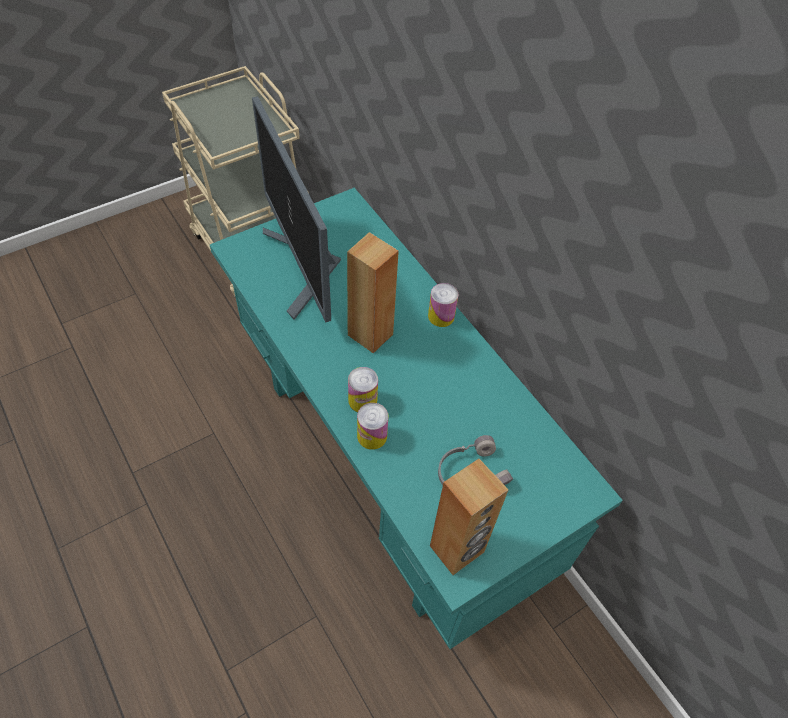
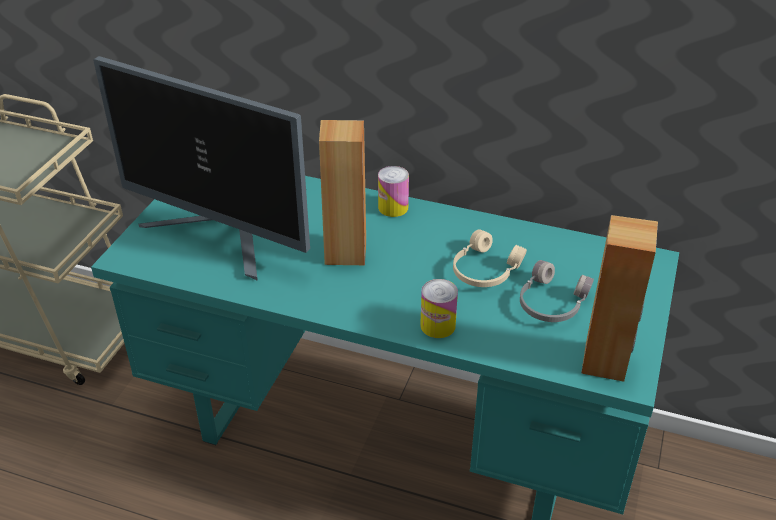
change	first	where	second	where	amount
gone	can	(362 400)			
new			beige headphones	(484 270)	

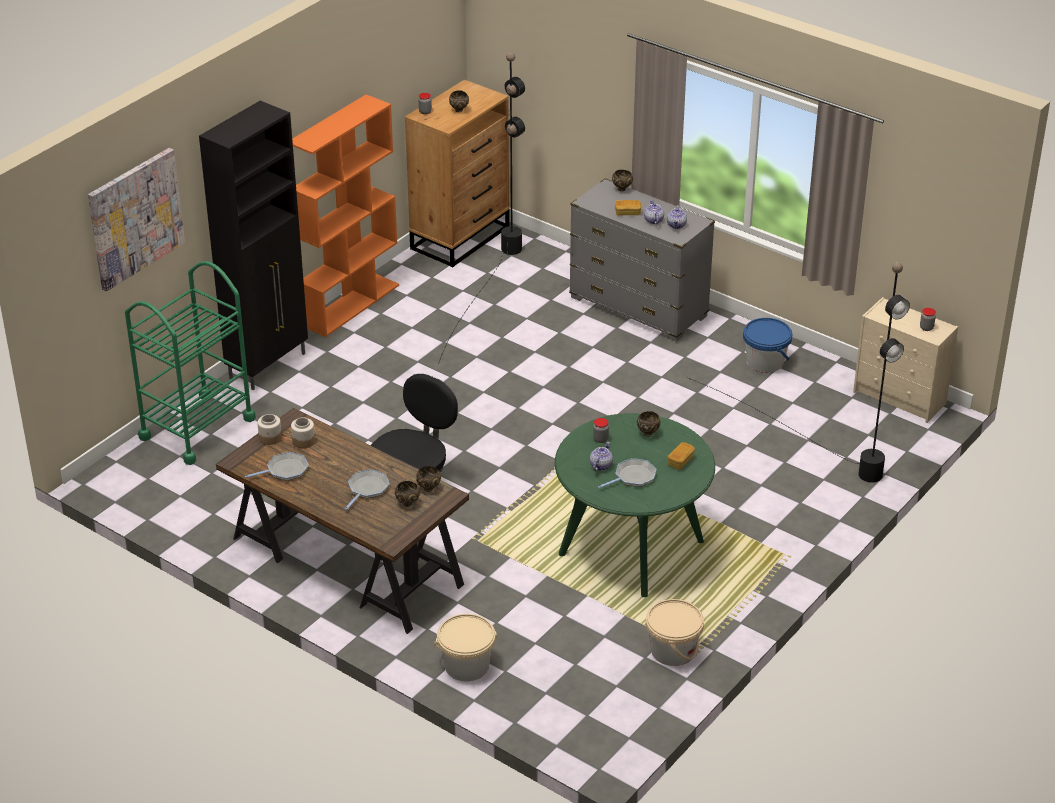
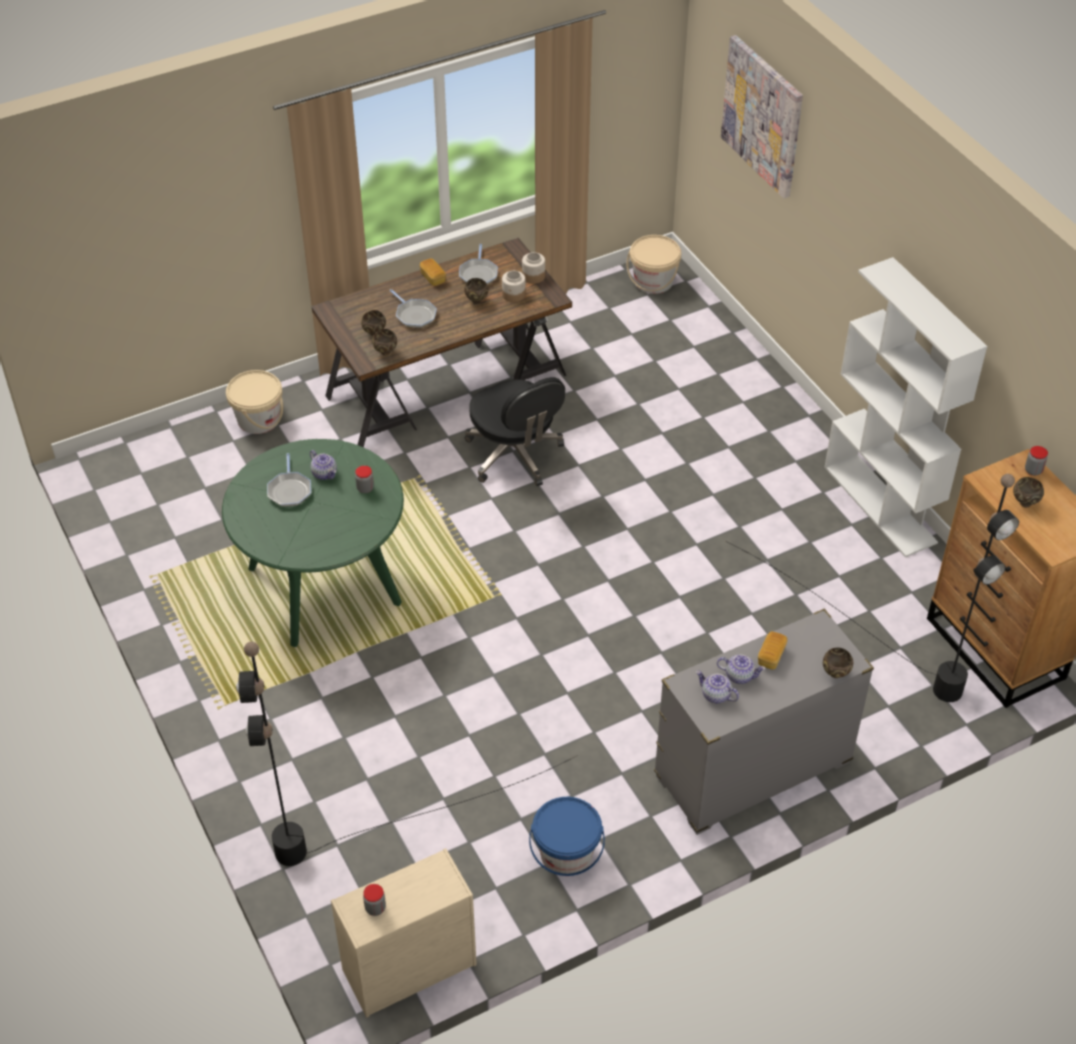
change	first	where	second	where	amount
gone	green cart	(197 428)			
gone	black cabinet	(269 365)			
repainted	orange bookcase	(351 305)	white bookcase	(881 504)	
shifted	brown bowl	(648 433)		(477 301)	
shifted	beige bucket	(673 650)		(653 281)	
shifted	bread	(680 461)		(433 278)	

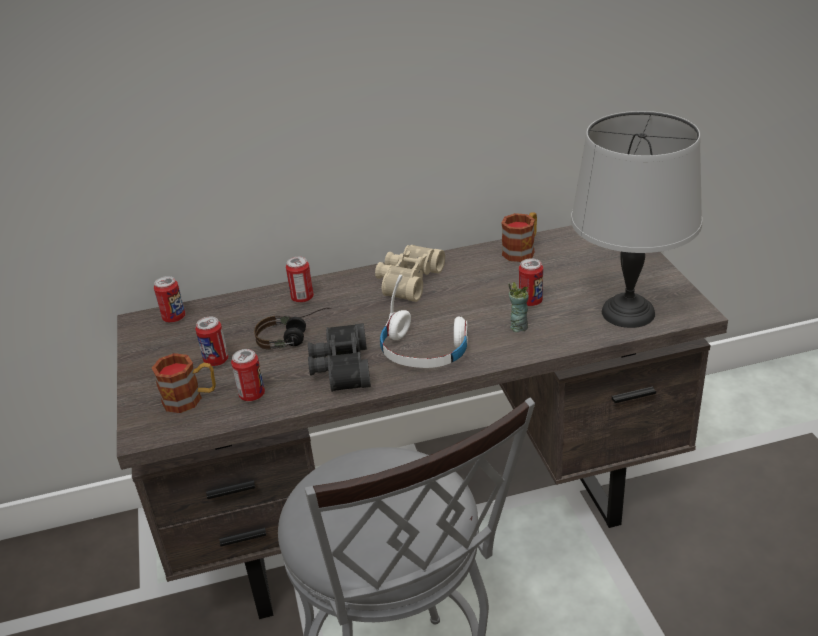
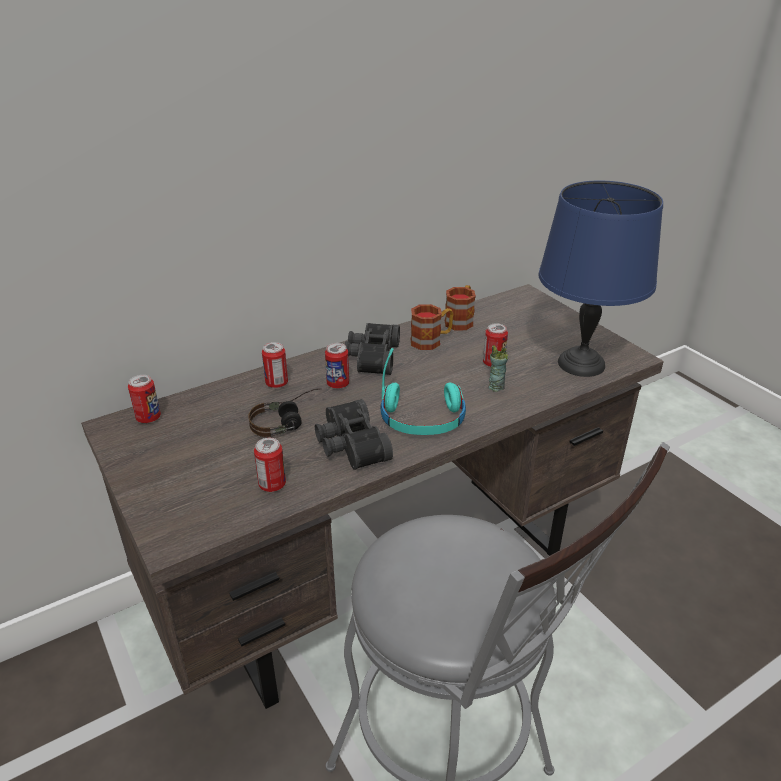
change	first	where	second	where	amount
shifted	mug	(190 399)		(431 340)	
shifted	can	(216 361)		(338 384)	
repainted	beige binoculars	(407 281)	black binoculars	(371 357)	
repainted	white headphones	(424 351)	turquoise headphones	(422 418)	
repainted	grey table lamp	(626 312)	blue table lamp	(580 363)	

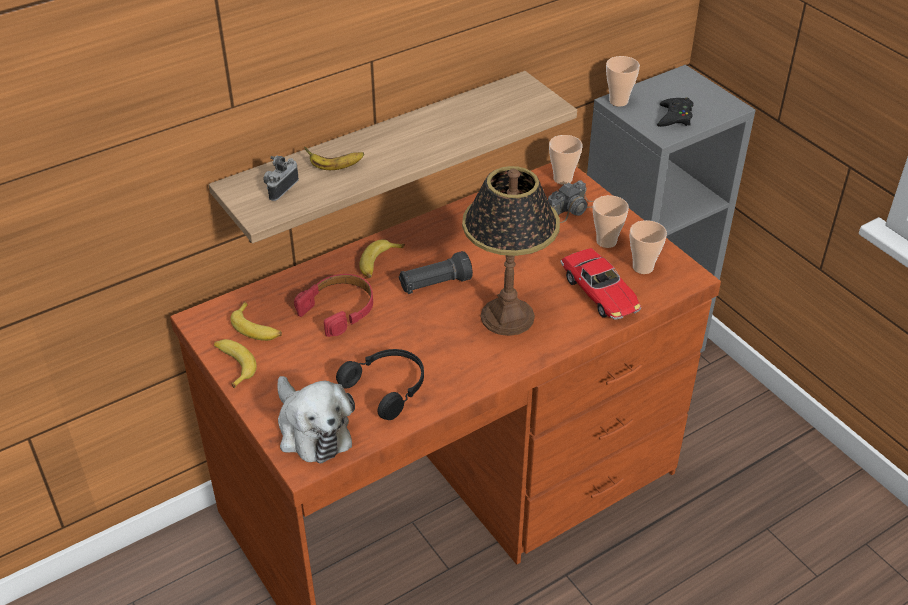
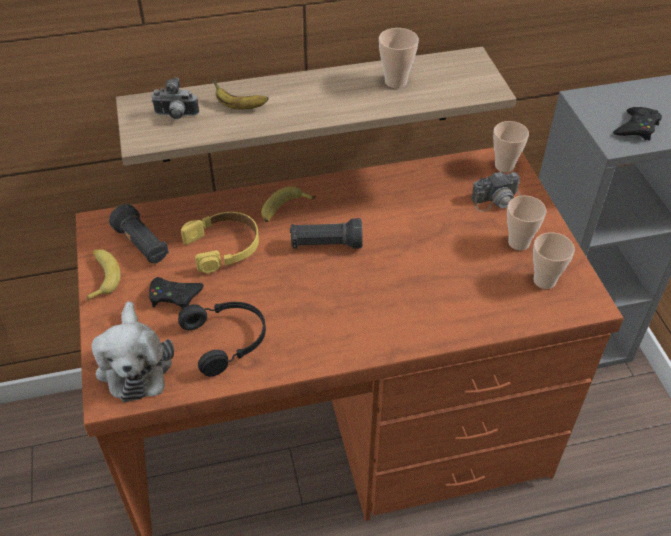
change	first	where	second	where	amount
swapped	banana	(257 328)	black flashlight	(142 245)	
rotated	photo camera	(280 188)		(176 116)	135 degrees counterclockwise
repainted	red headphones	(339 309)	yellow headphones	(224 246)	
gone	table lamp	(506 316)			
gone	toy car	(600 293)			
shifted	cup	(618 101)		(395 82)	
new			black game controller	(174 296)	

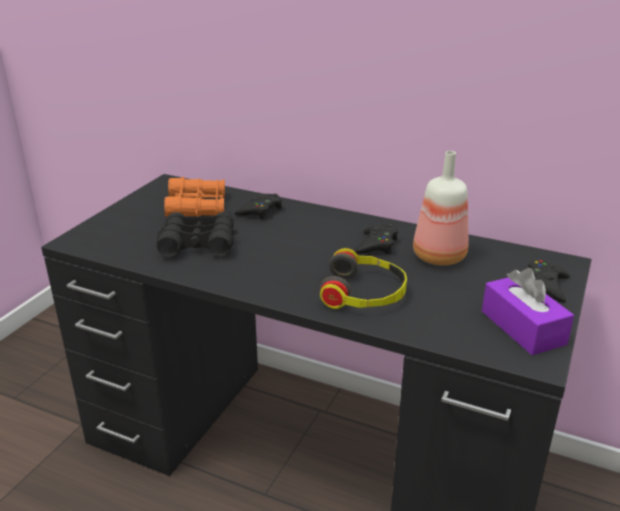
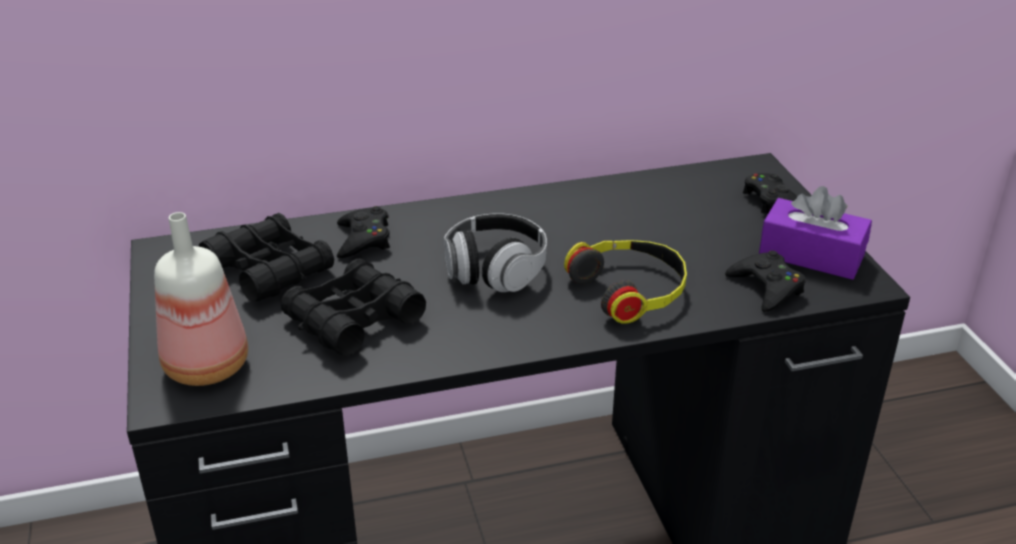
change	first	where	second	where	amount
repainted	orange binoculars	(197 207)	black binoculars	(269 269)	
shifted	black game controller	(376 245)		(767 287)	
shifted	bottle	(440 257)		(209 367)	
new			headphones	(495 270)	

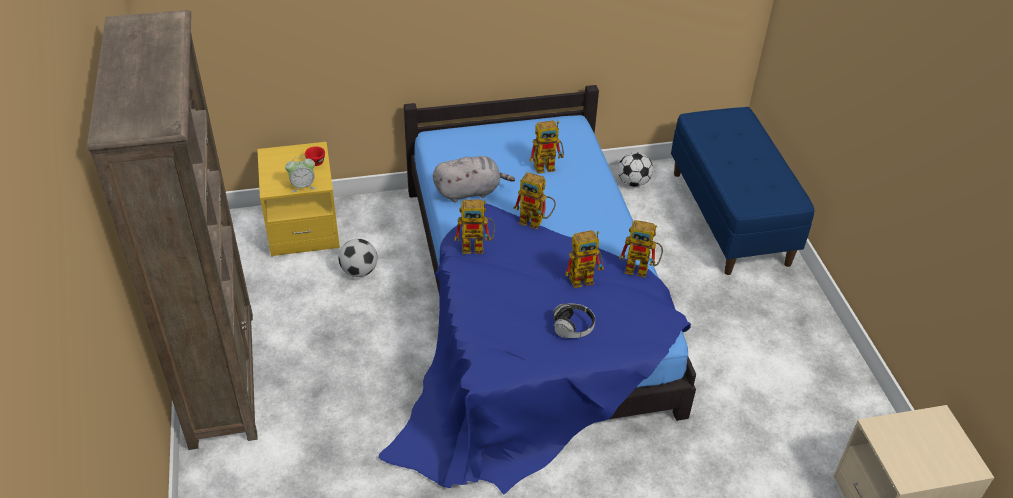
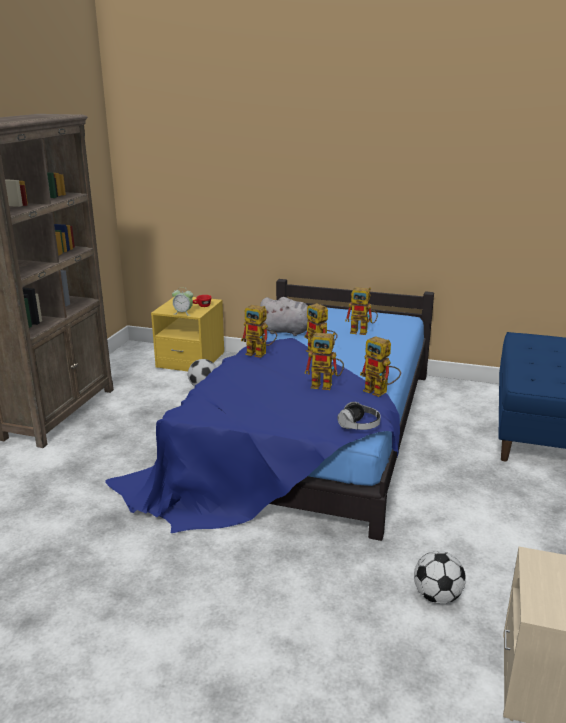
change	first	where	second	where	amount
shifted	headphones	(573 327)		(359 426)	
shifted	football	(633 182)		(437 596)	

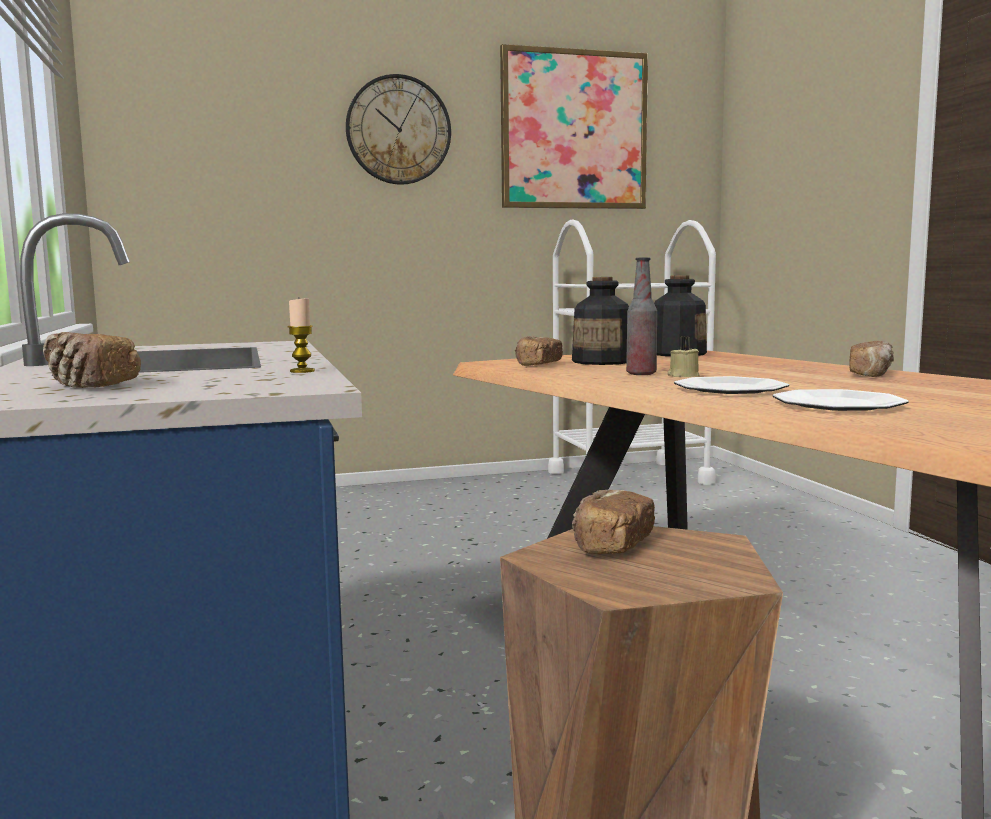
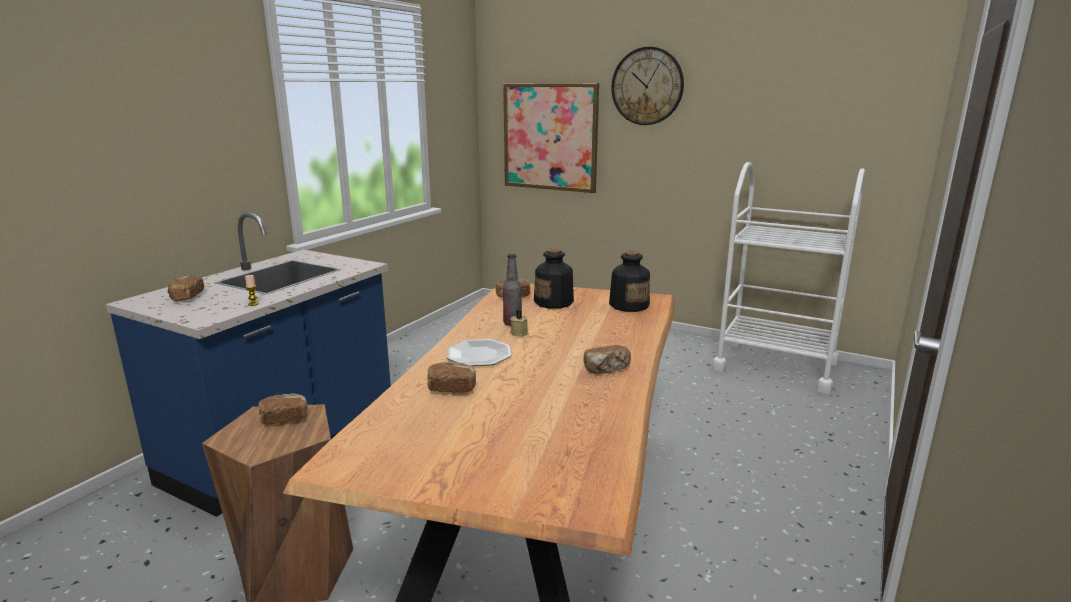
change	first	where	second	where	amount
shifted	picture	(574 130)		(550 137)	
swapped	plate	(838 404)	bread	(452 389)	

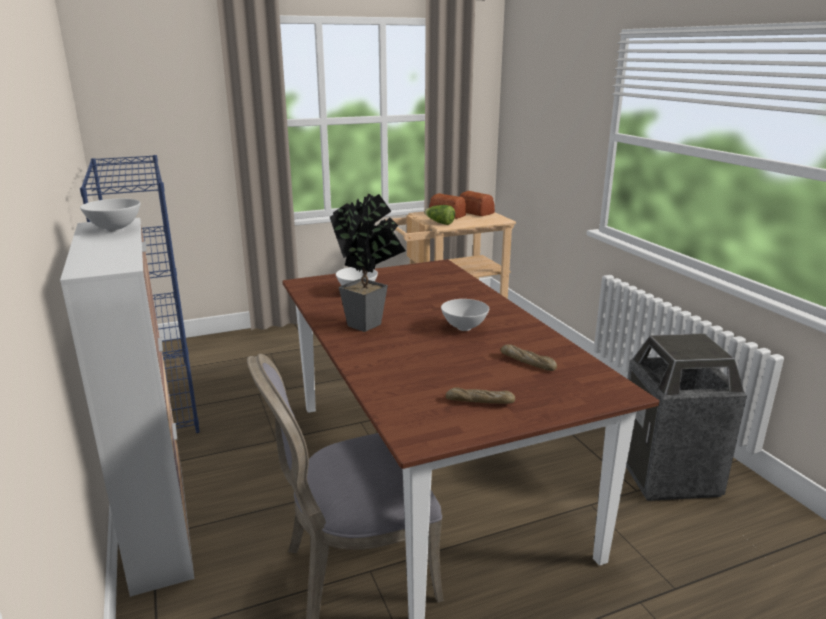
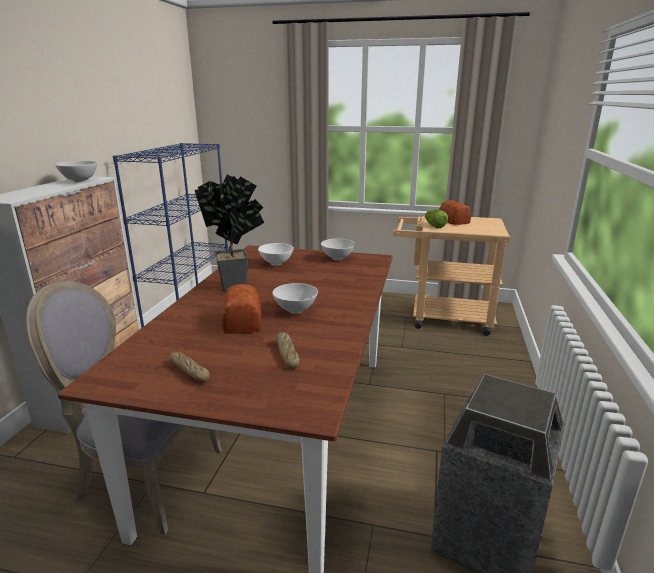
change	first	where	second	where	amount
shifted	bread	(476 212)		(241 322)	
new			white bowl	(338 258)	

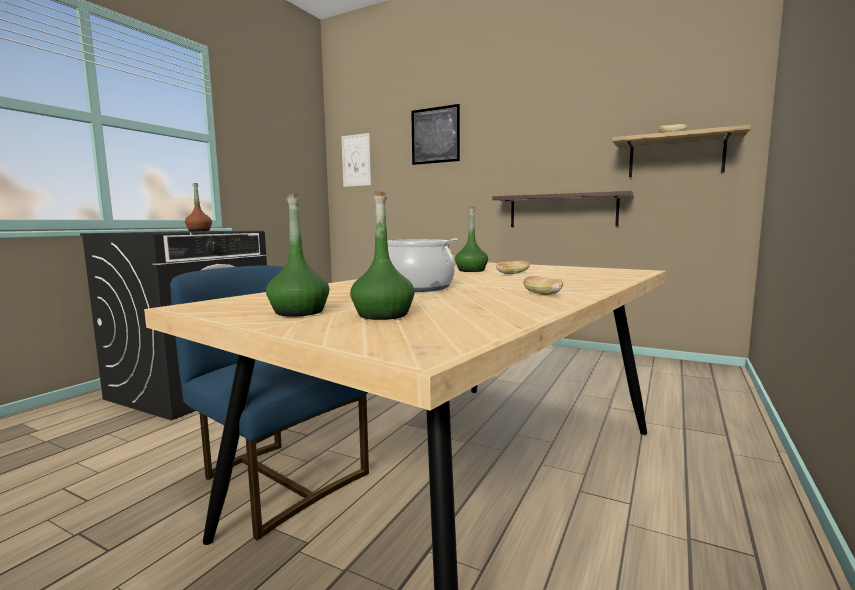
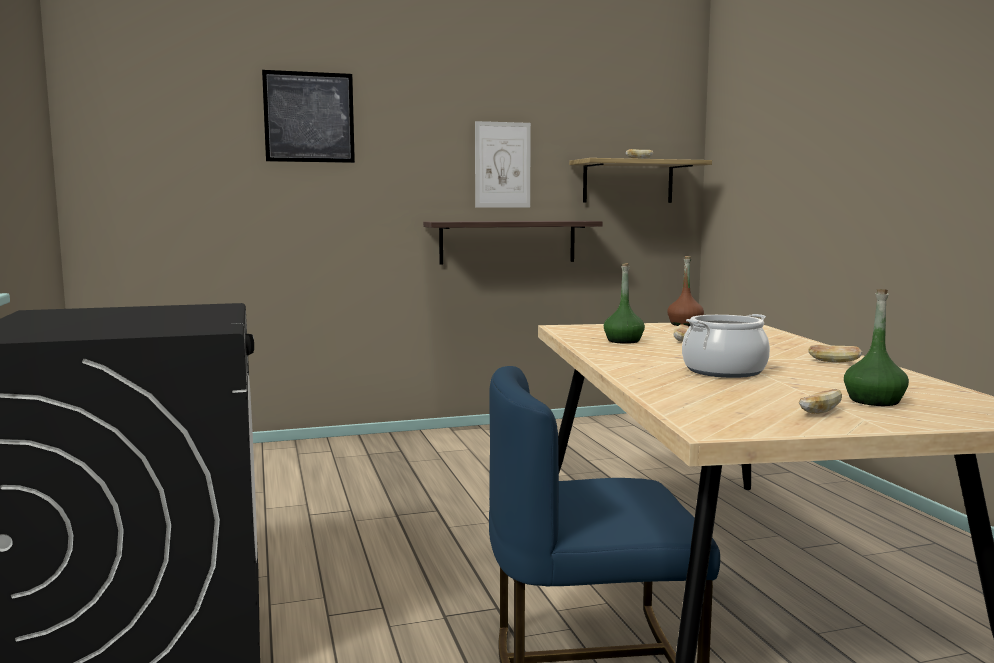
change	first	where	second	where	amount
shifted	brown bottle	(199 230)		(685 324)	
swapped	green bottle	(299 312)	bread	(819 412)	
shifted	picture	(356 160)		(502 165)	

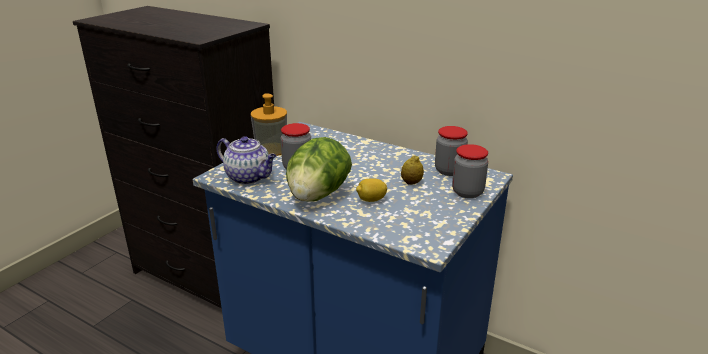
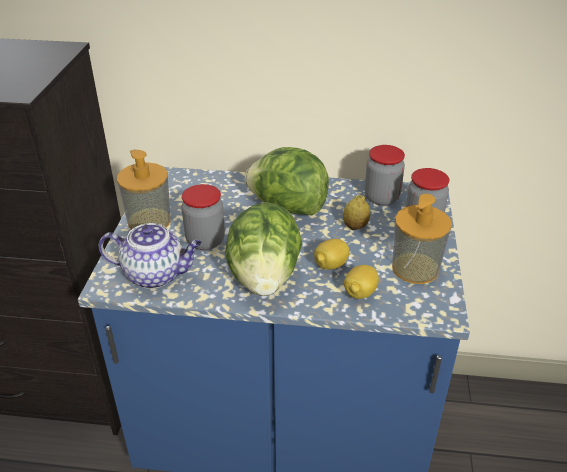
change	first	where	second	where	amount
new			lettuce	(288 207)	
new			lemon	(360 293)	
new			soap dispenser	(415 268)	

